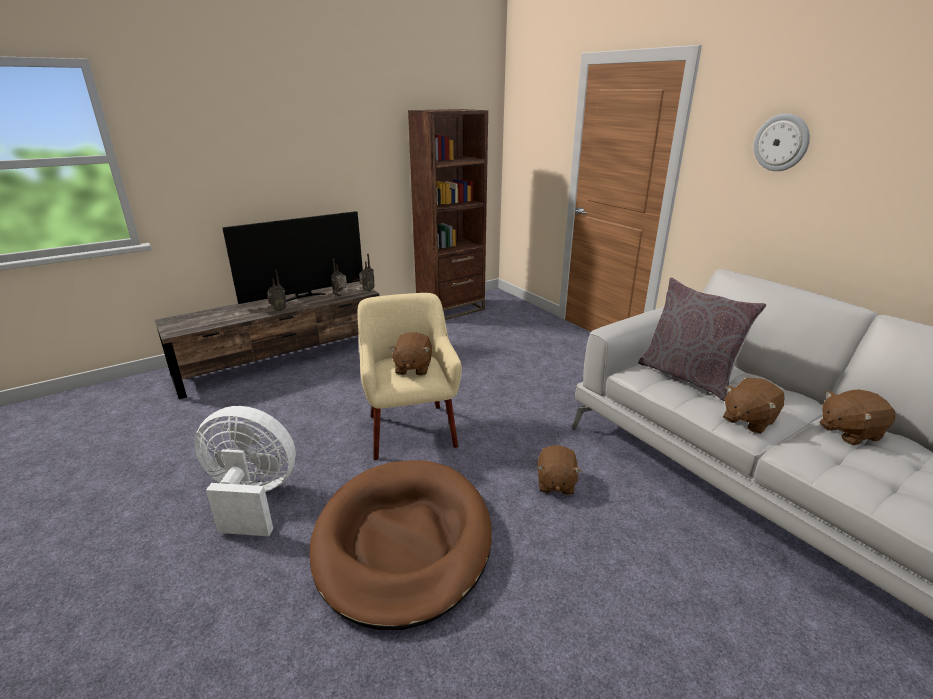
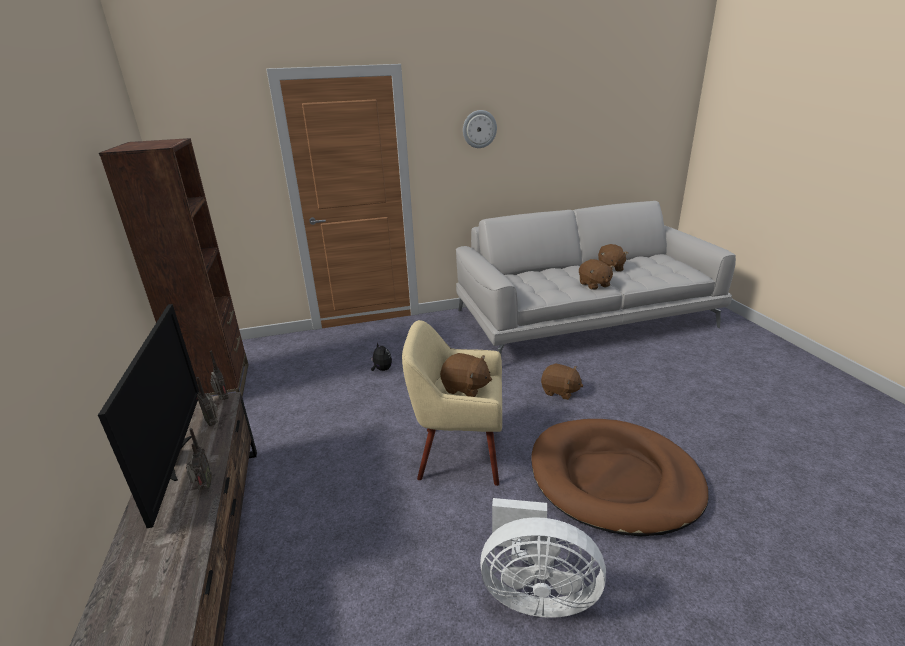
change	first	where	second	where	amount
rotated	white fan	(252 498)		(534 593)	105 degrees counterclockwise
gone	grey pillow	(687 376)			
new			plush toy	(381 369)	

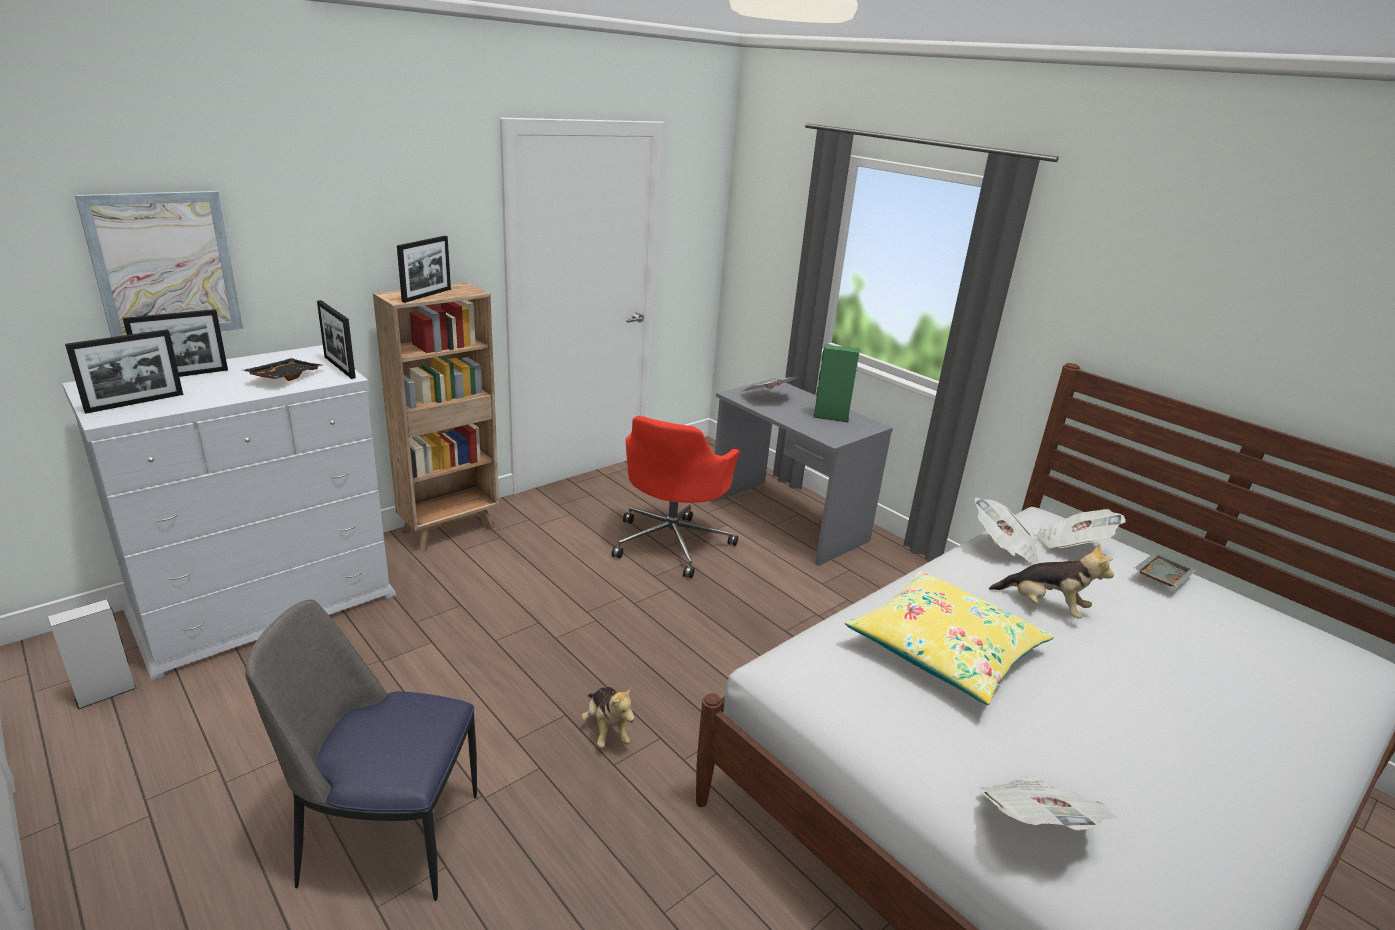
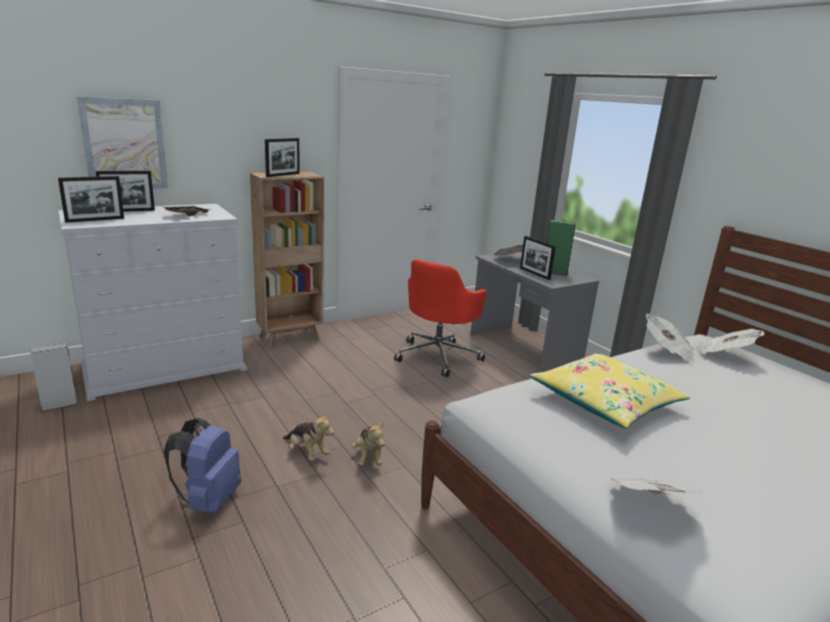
change	first	where	second	where	amount
swapped	chair	(386 836)	blue backpack	(208 500)	
shifted	picture frame	(339 367)		(534 273)	
shifted	plush toy	(1044 607)		(307 452)	
gone	grey tray	(1160 577)			

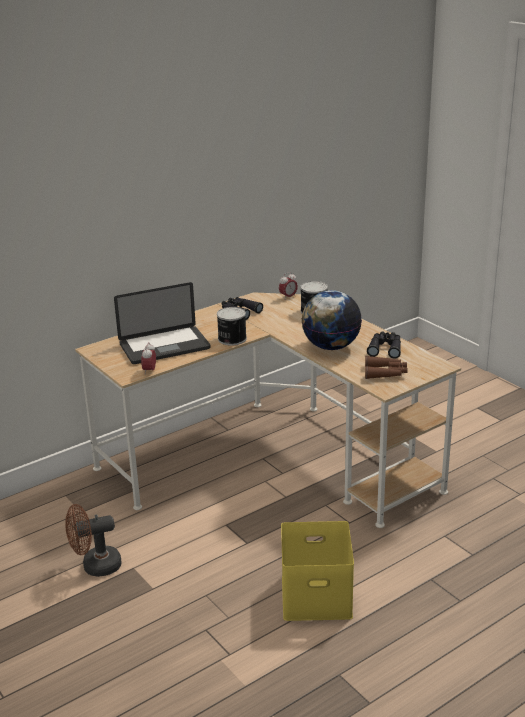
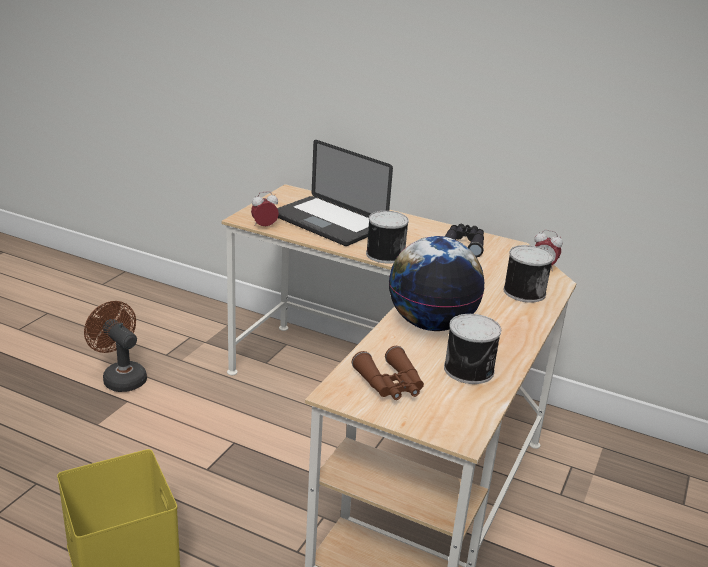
change	first	where	second	where	amount
swapped	black binoculars	(385 348)	can	(470 370)	

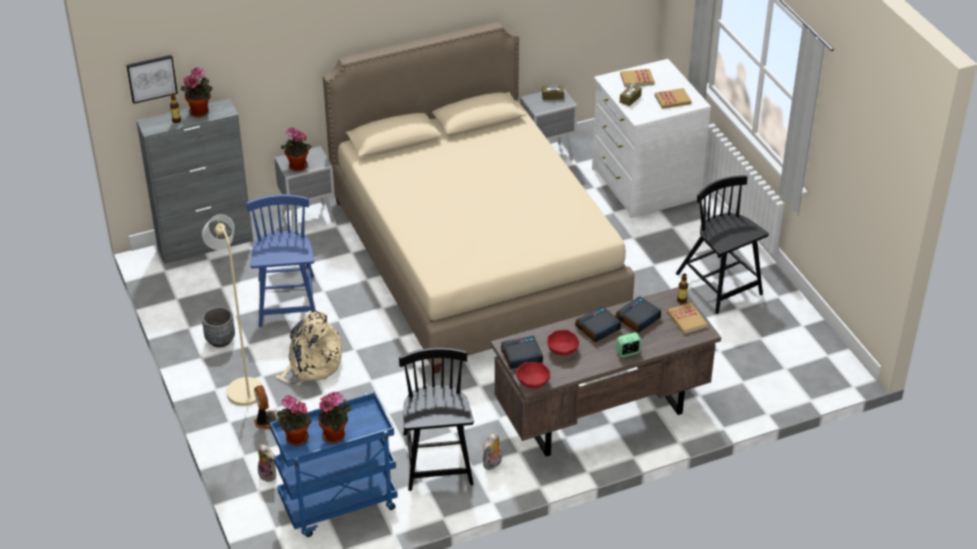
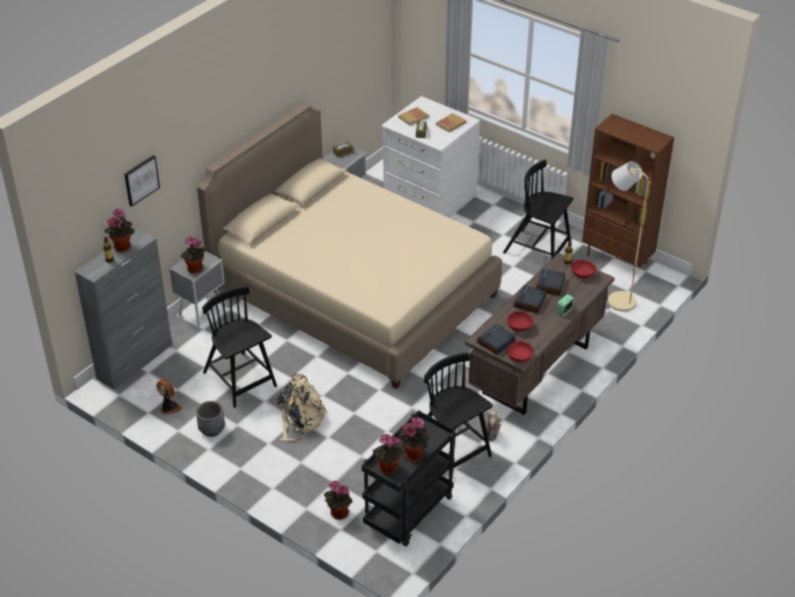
change	first	where	second	where	amount
shifted	picture	(151 78)		(141 180)	
shifted	beige floor lamp	(242 387)		(616 300)	
repainted	blue chair	(287 302)	black chair	(240 380)	
shifted	fan	(266 421)		(169 408)	
swapped	plush toy	(269 474)	potted plant	(338 514)	
repainted	blue cart	(338 506)	black cart	(409 514)	
swapped	book	(687 320)	red bowl	(582 274)	
new			brown bookcase	(617 259)	

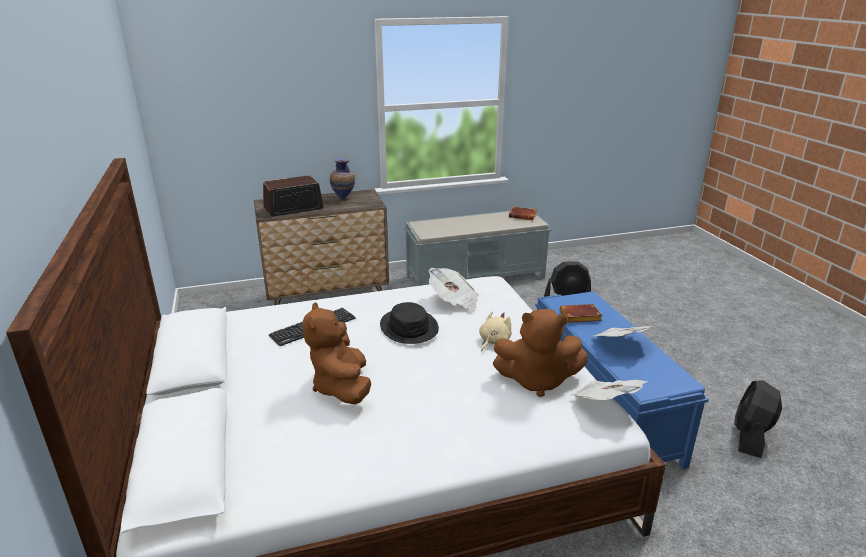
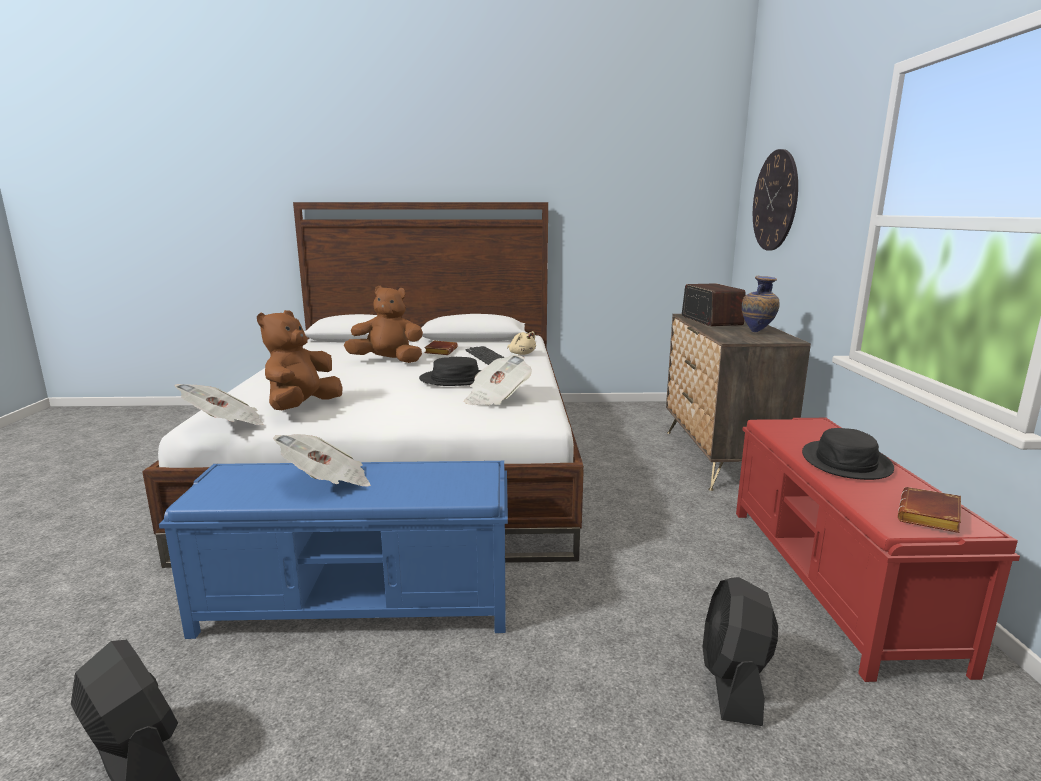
change	first	where	second	where	amount
repainted	grey bench	(476 277)	red bench	(834 580)	
shifted	beige plush toy	(493 341)		(521 354)	
shifted	brown book	(579 317)		(440 351)	
new			wall clock	(775 201)	
new			black hat	(846 462)	

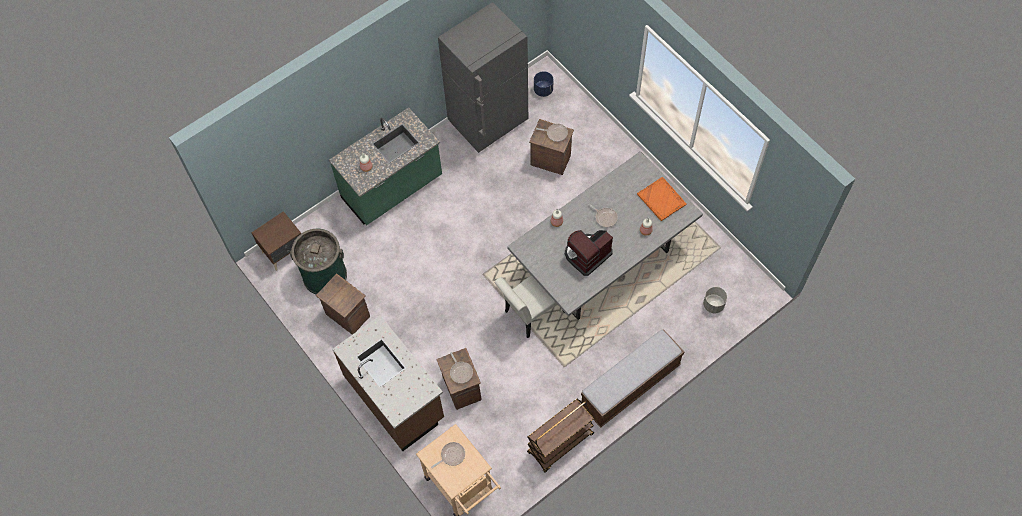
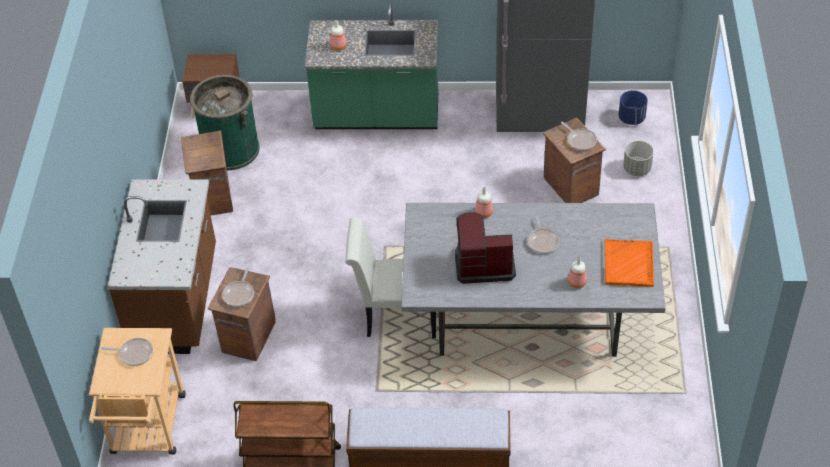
change	first	where	second	where	amount
shifted	grey planter	(713 305)		(636 169)	

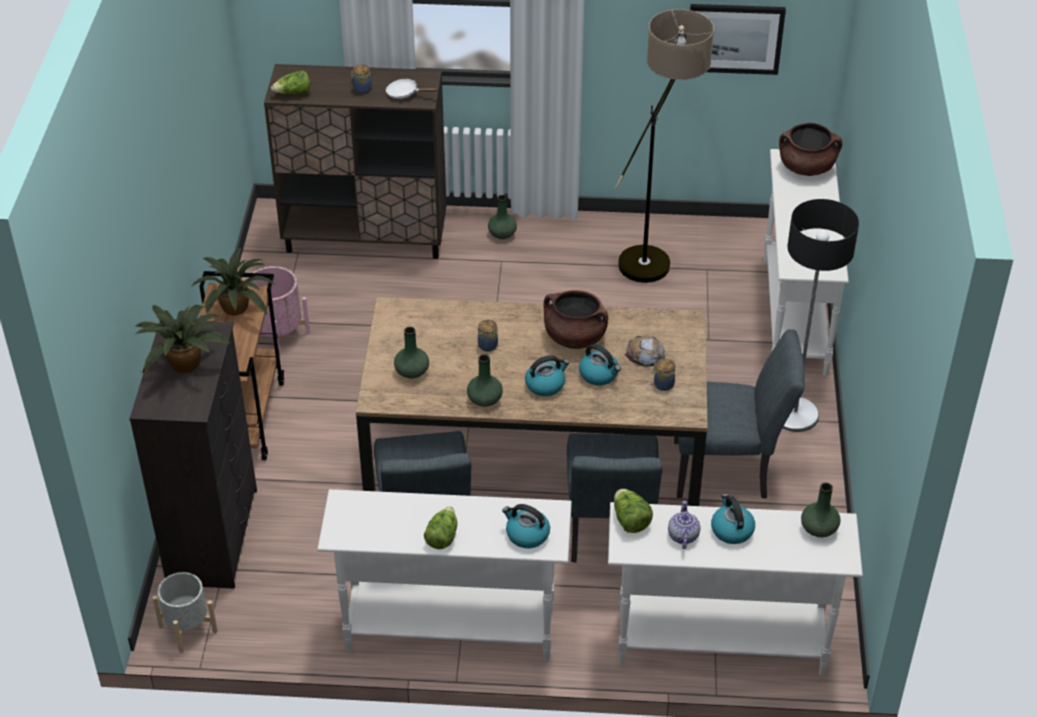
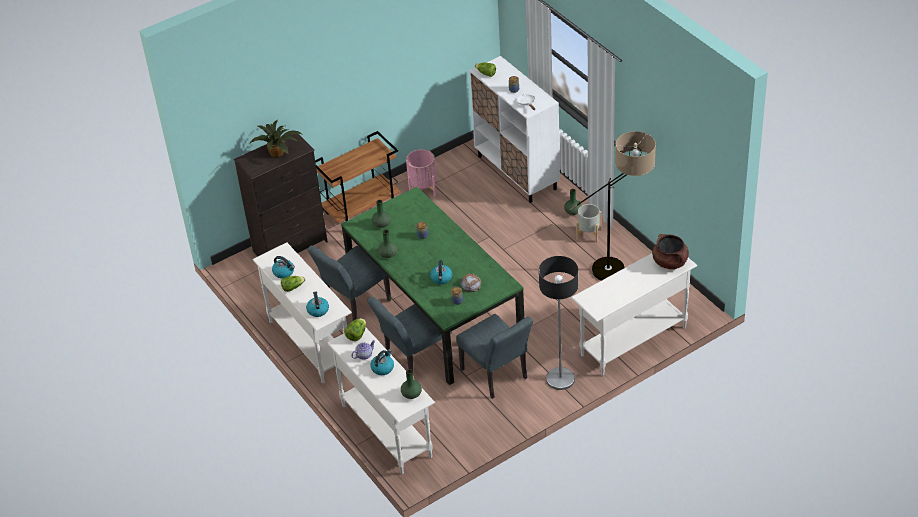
change	first	where	second	where	amount
shifted	grey planter	(188 628)		(588 234)	
gone	potted plant	(237 308)			
repainted	brown cabinet	(366 238)	white cabinet	(517 172)	
repainted	brown dining table	(533 459)	green dining table	(434 310)	
shifted	kettle	(545 385)		(284 272)	
gone	brown cooking pot	(574 337)			
gone	picture	(734 38)			

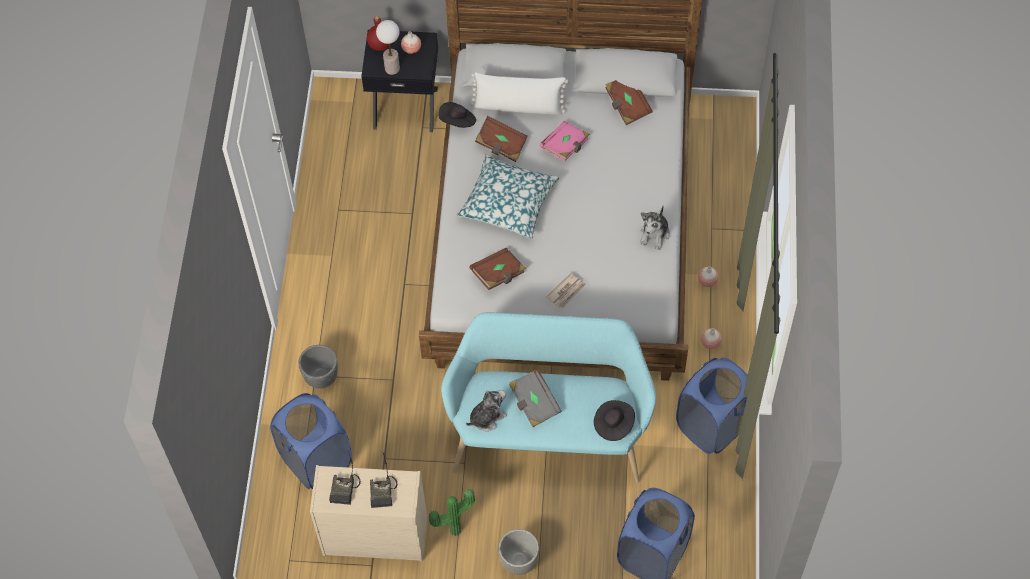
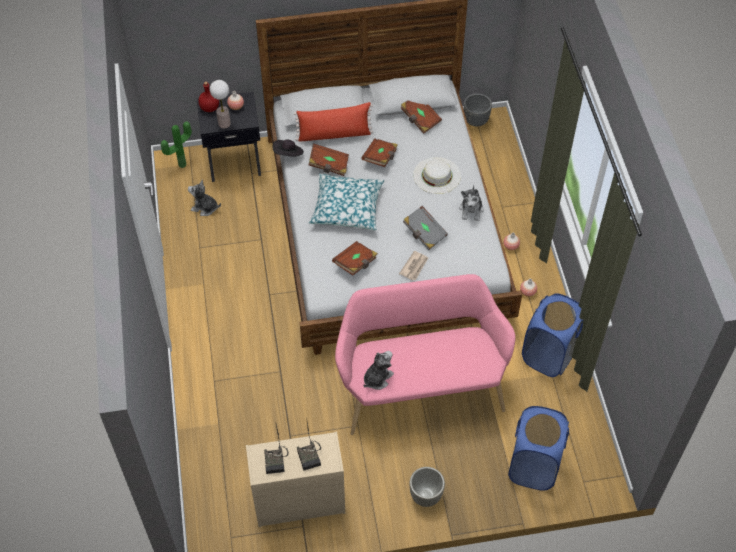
change	first	where	second	where	amount
gone	blue laundry basket	(316 460)			
shifted	grey planter	(321 377)		(475 121)	
shifted	potted plant	(454 529)		(181 164)	
repainted	turquoise bench	(548 433)	pink bench	(420 387)	
repainted	white pillow	(519 106)	red pillow	(334 134)	
shifted	grey book	(534 403)		(424 233)	
repainted	pink book	(565 147)	brown book	(380 158)	
gone	black hat	(613 424)			
new			plush toy	(205 208)	
new			white hat	(436 175)	

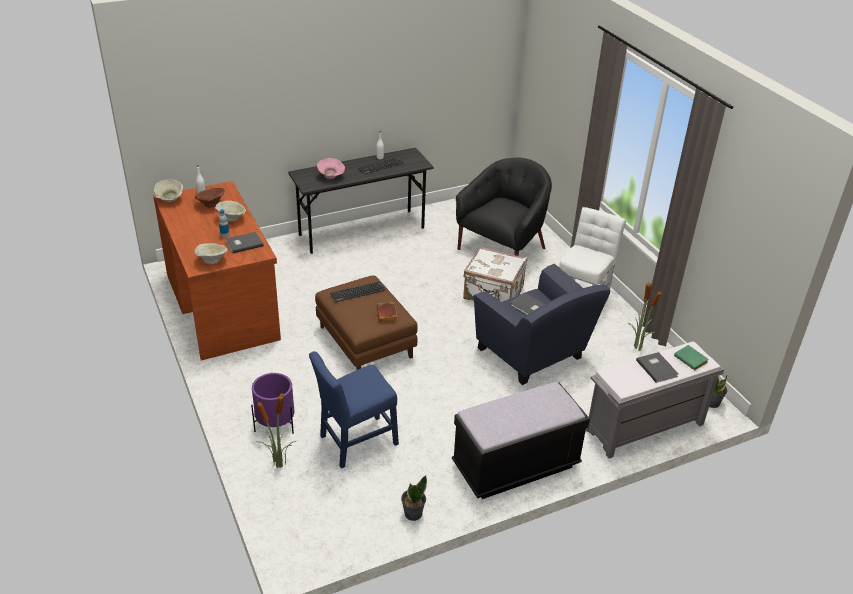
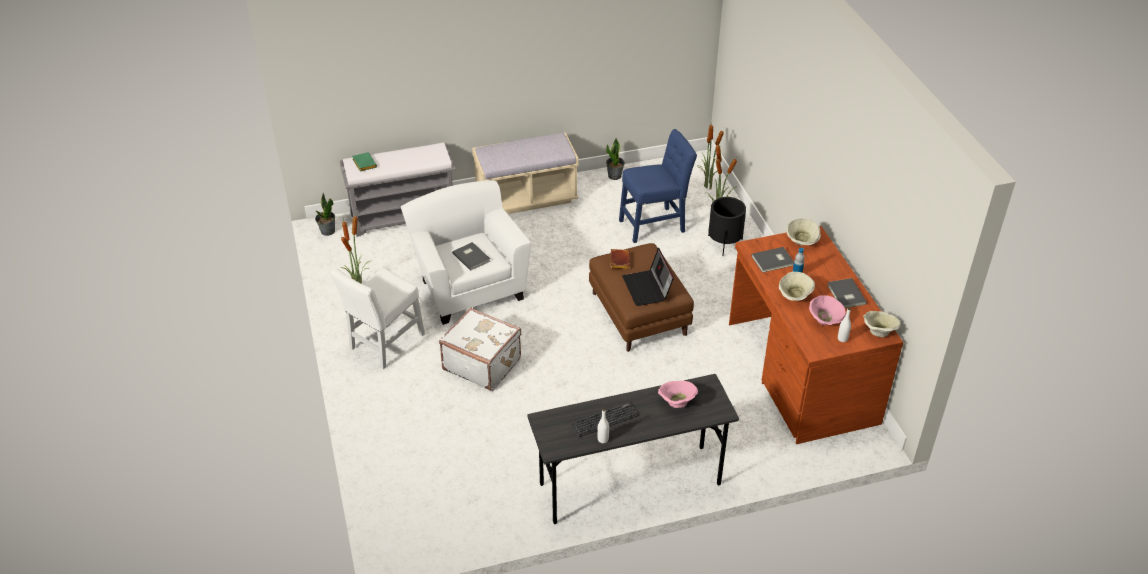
change	first	where	second	where	amount
repainted	brown bowl	(211 204)	pink bowl	(825 320)	
repainted	purple planter	(275 424)	black planter	(724 243)	
swapped	keyboard	(358 292)	laptop	(647 288)	
repainted	black bench	(515 466)	beige bench	(526 198)	
gone	black armchair	(503 248)			
repainted	blue armchair	(534 355)	white armchair	(468 287)	
shifted	grey book	(657 368)		(845 295)	
new			potted plant	(707 186)	

